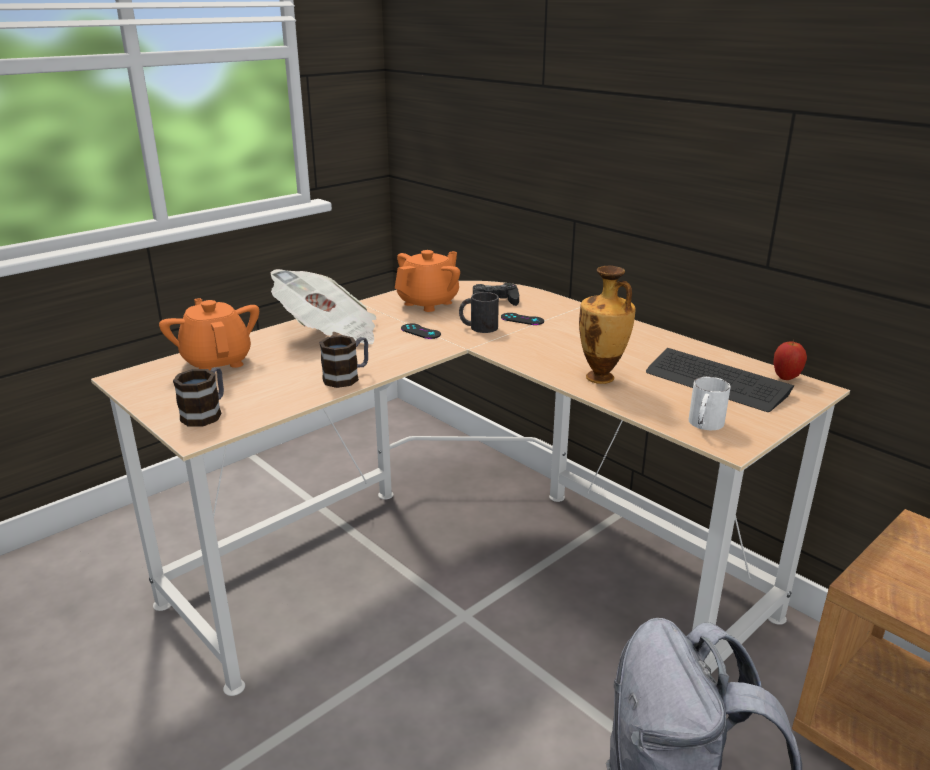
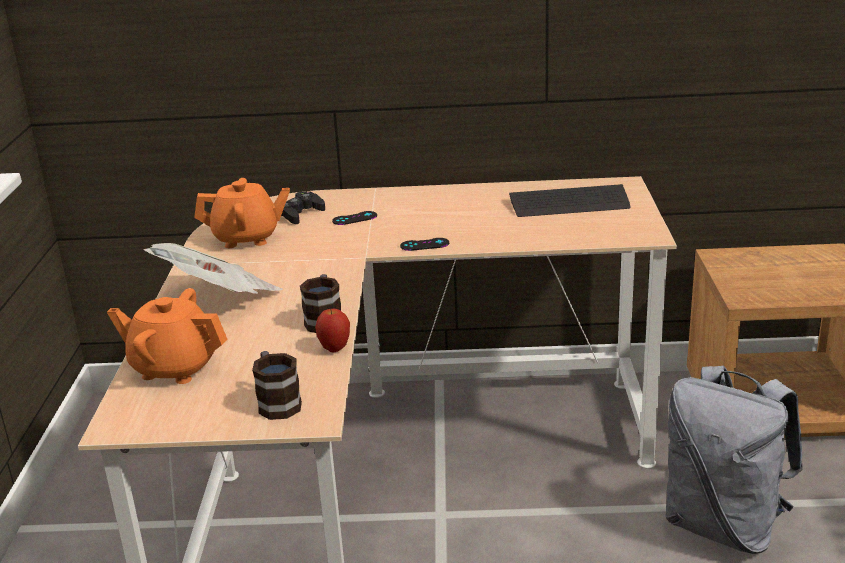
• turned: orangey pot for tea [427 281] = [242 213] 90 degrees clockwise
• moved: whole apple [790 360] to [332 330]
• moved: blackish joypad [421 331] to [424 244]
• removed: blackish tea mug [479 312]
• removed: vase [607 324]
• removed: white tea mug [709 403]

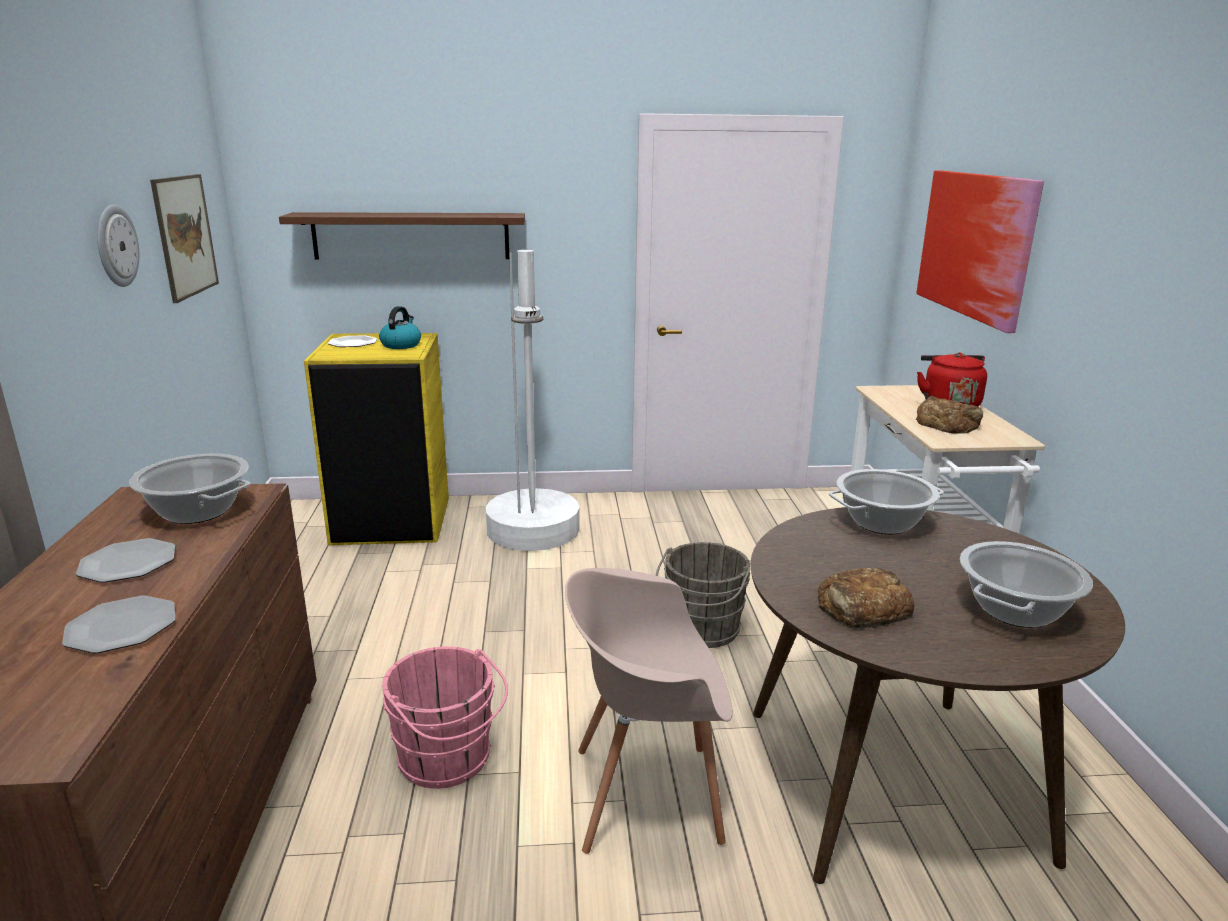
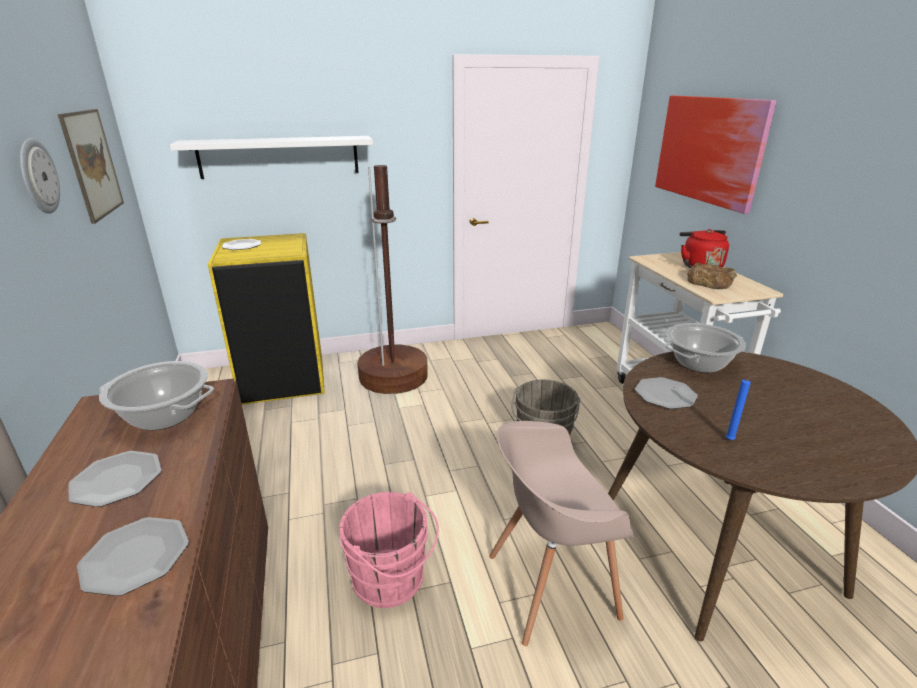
• recoloured: brown-coloured wall shelf [402 236] to white wall shelf [271 157]
• recoloured: white standing lamp [533 400] to brown-coloured standing lamp [392 279]
• added: dinner plate [666 393]
• replaced: bread [866 598] to blue-coloured wax light [741 408]
• removed: tea kettle [400 327]
• removed: saucepot [1026 584]

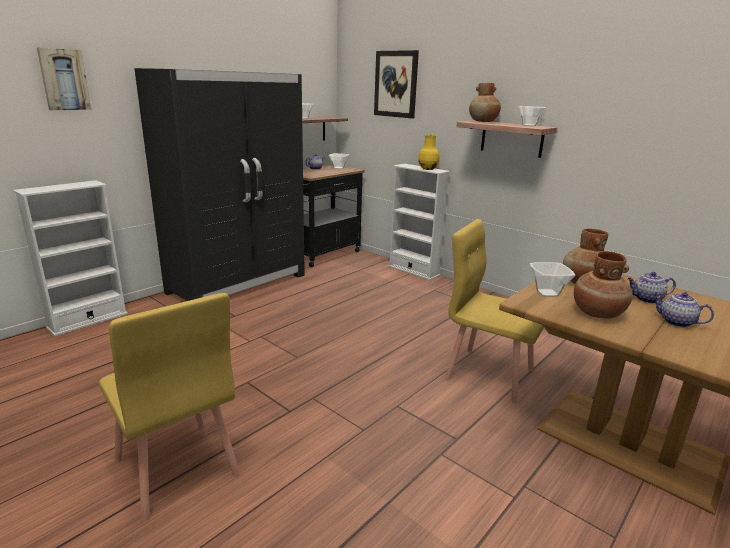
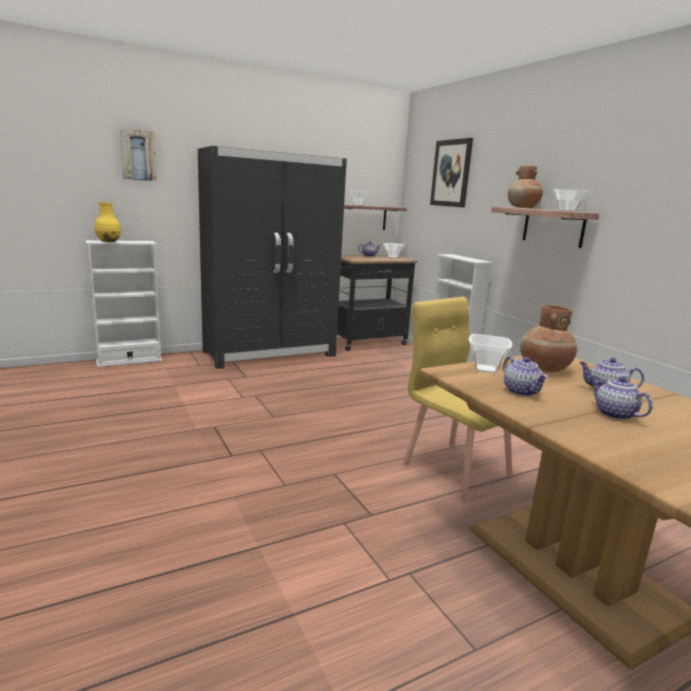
• moved: yellow vase [428 152] to [108 222]
• replaced: brown-coloured vase [603 285] to pot for tea [525 376]
• removed: yellow plain chair [169 407]

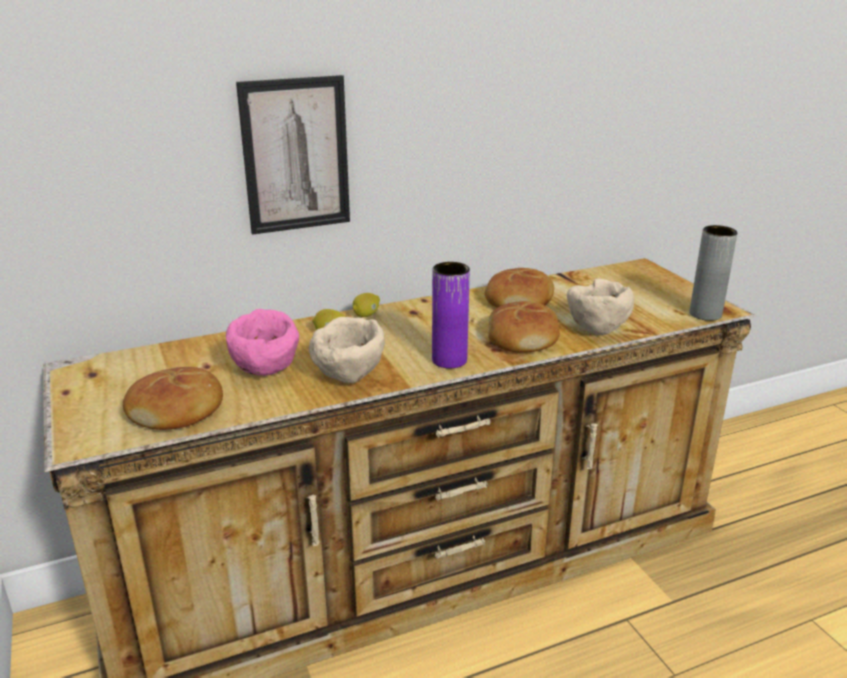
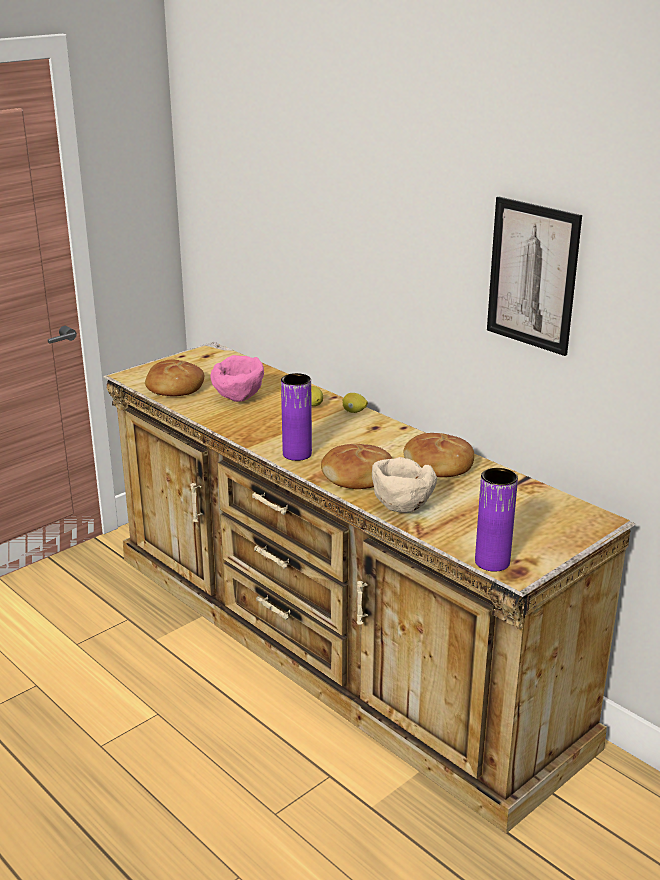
• recoloured: gray vase [713 273] to purplish vase [496 520]
• moved: wall art [293 155] to [534 276]
• removed: beige serving bowl [347 350]

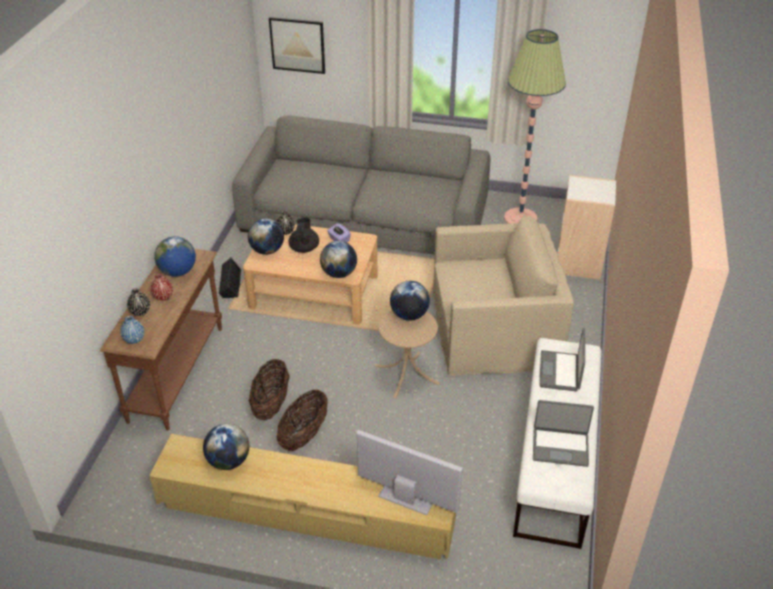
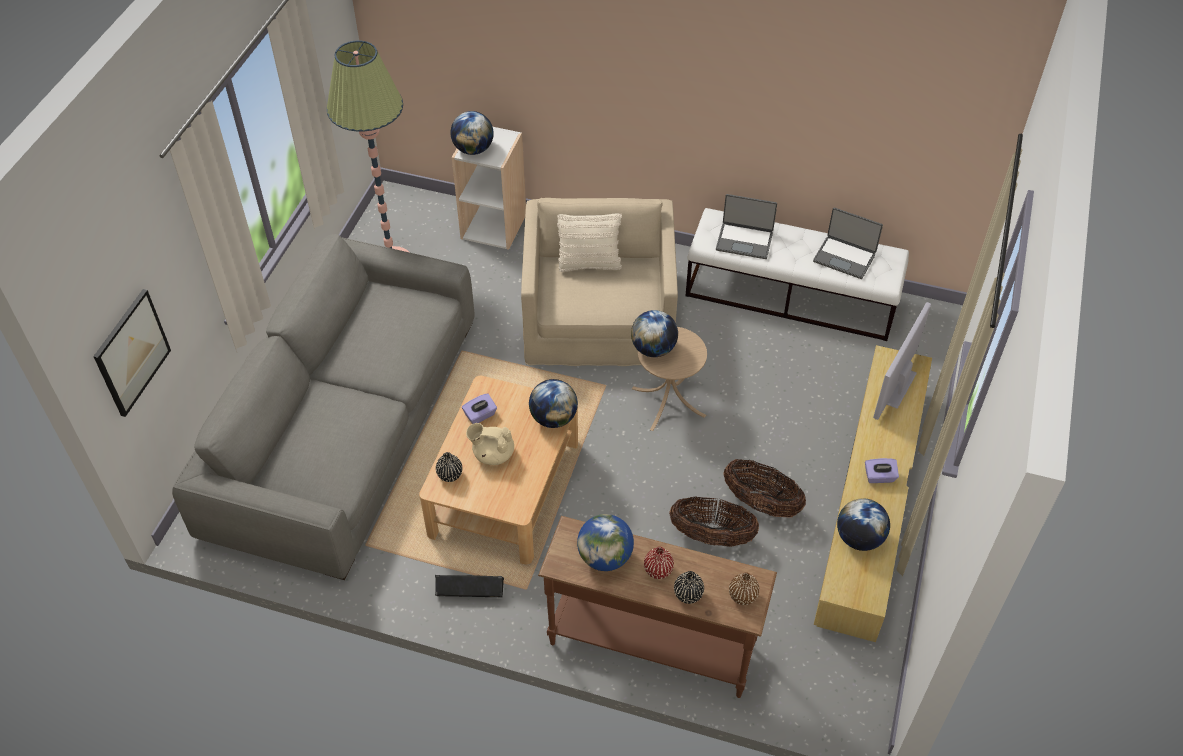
• moved: desk globe [266 237] to [472 133]
• recoloured: blackish pot for tea [304 235] to beige pot for tea [490 444]
• added: beige pillow [589 243]
• recoloured: blue-coloured vase [132 330] to brown-coloured vase [744 588]
• turned: laptop [563 433] = [848 243] 105 degrees clockwise
• added: purplish tissue box [882 470]

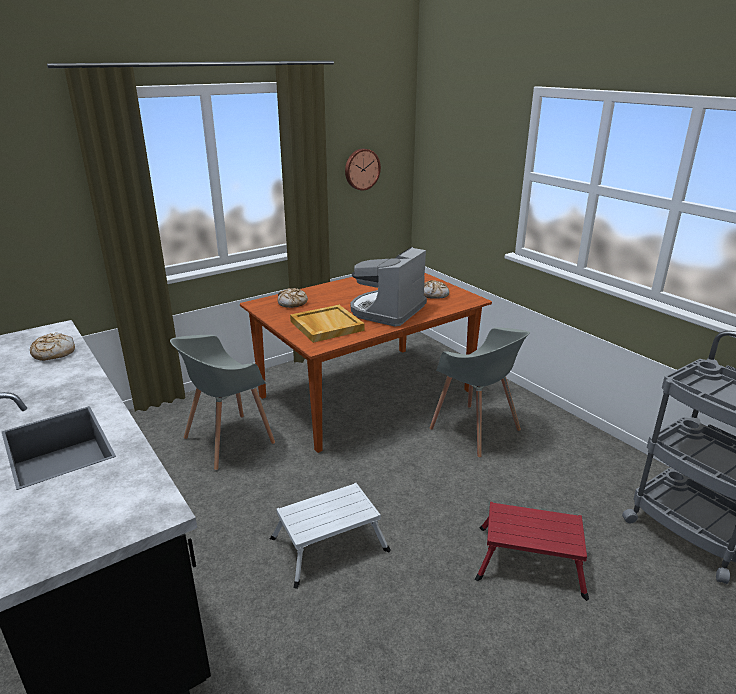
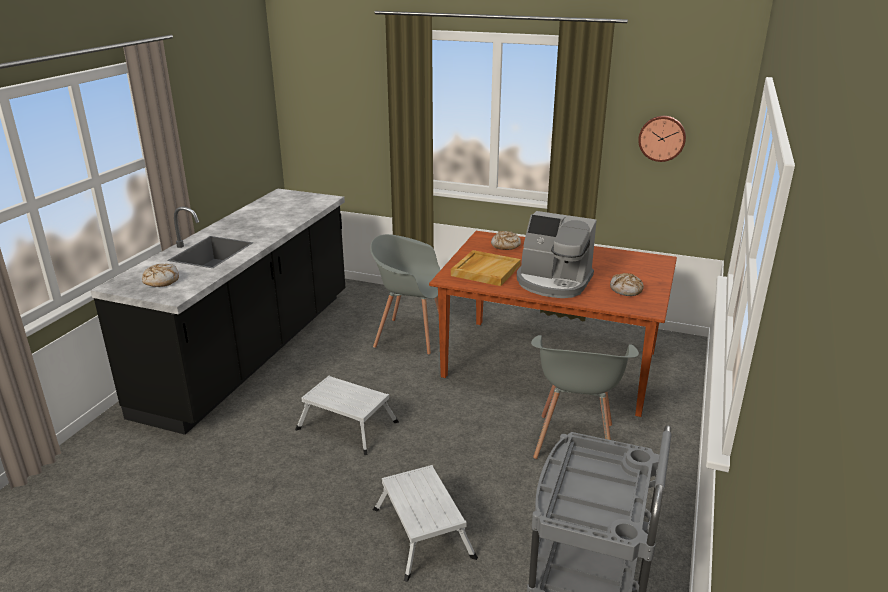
• moved: bread [52 346] to [160 275]
• recoloured: reddish step ladder [532 551] to white step ladder [425 523]
• turned: coffee machine [389 286] = [557 254] 150 degrees counterclockwise

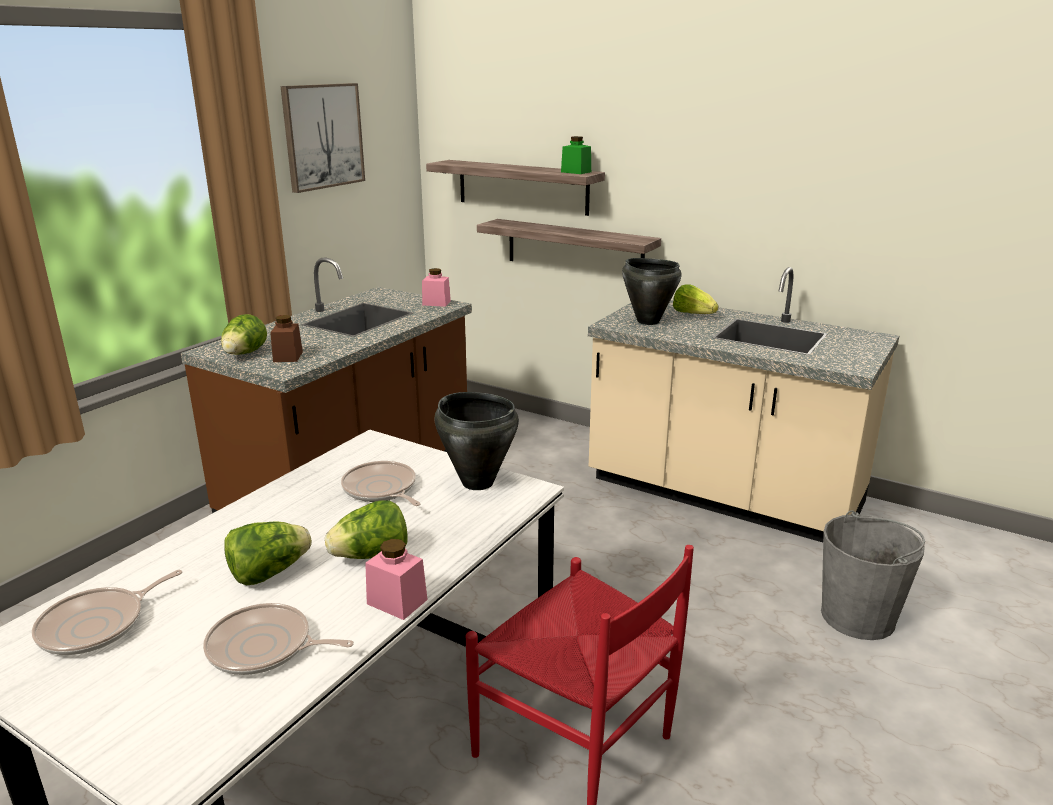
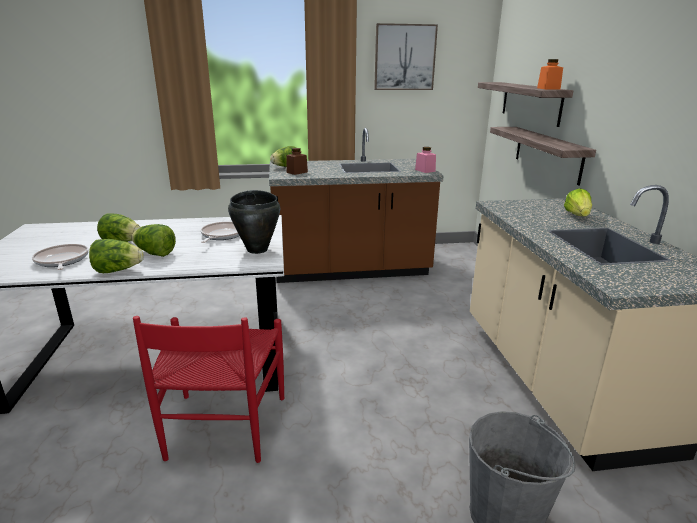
• replaced: pink storage jar [396 579] to head of lettuce [116 256]
• recoloured: greenish storage jar [576 155] to orangey storage jar [550 74]
• removed: skillet [107 612]
• removed: blackish saucepot [652 291]

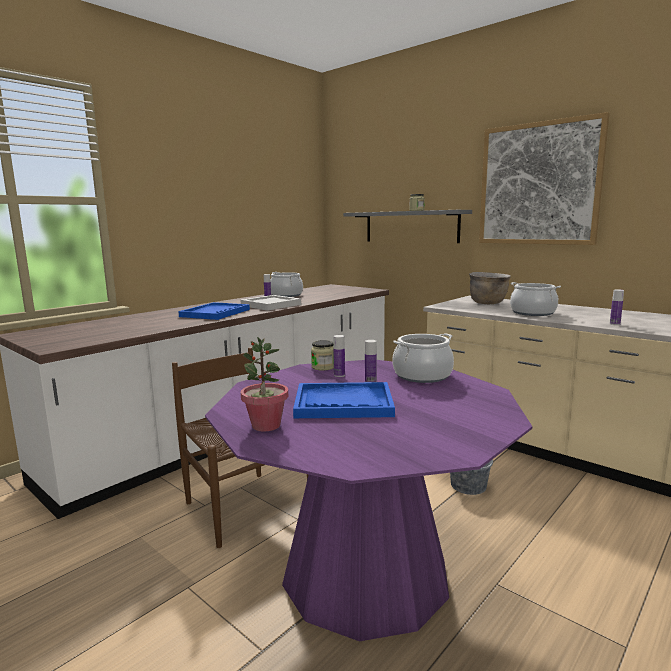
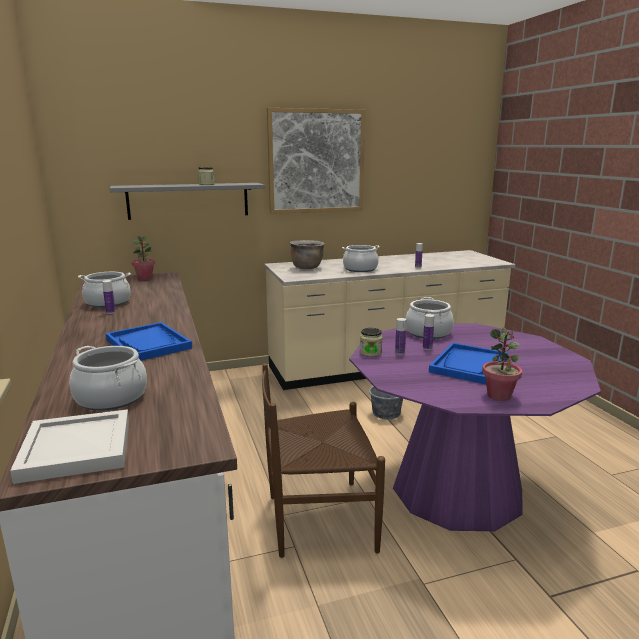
• moved: white carrying tray [271 303] to [69 446]
• added: saucepot [108 378]
• added: potted plant [143 258]

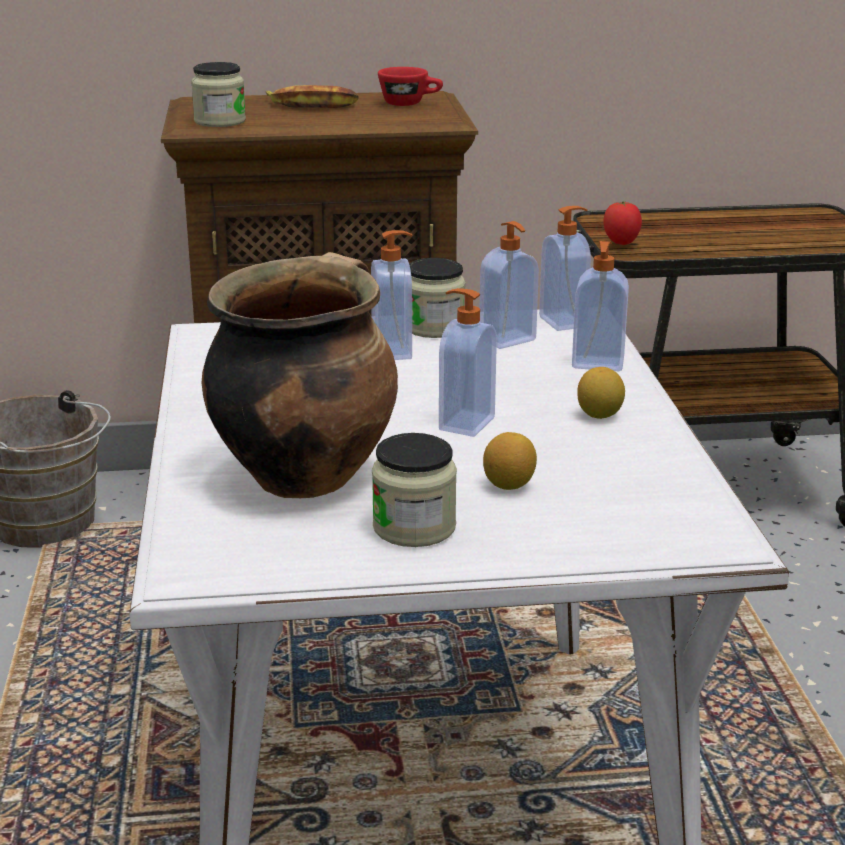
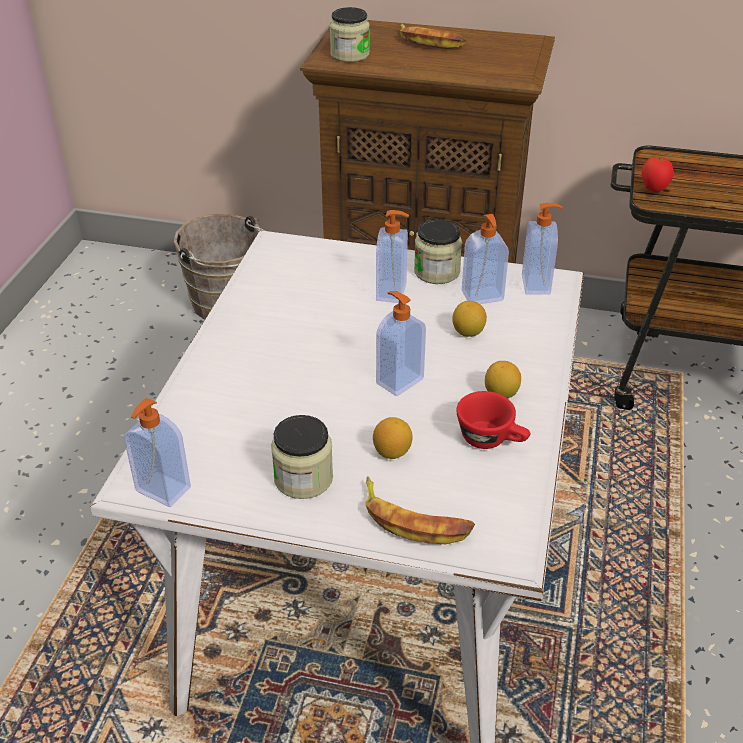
• moved: soap bottle [600 306] to [157 452]
• added: whole banana [420 510]
• added: citrus fruit [469 319]
• moved: reddish small cup [410 86] to [493 420]
• removed: saucepot [300 375]

